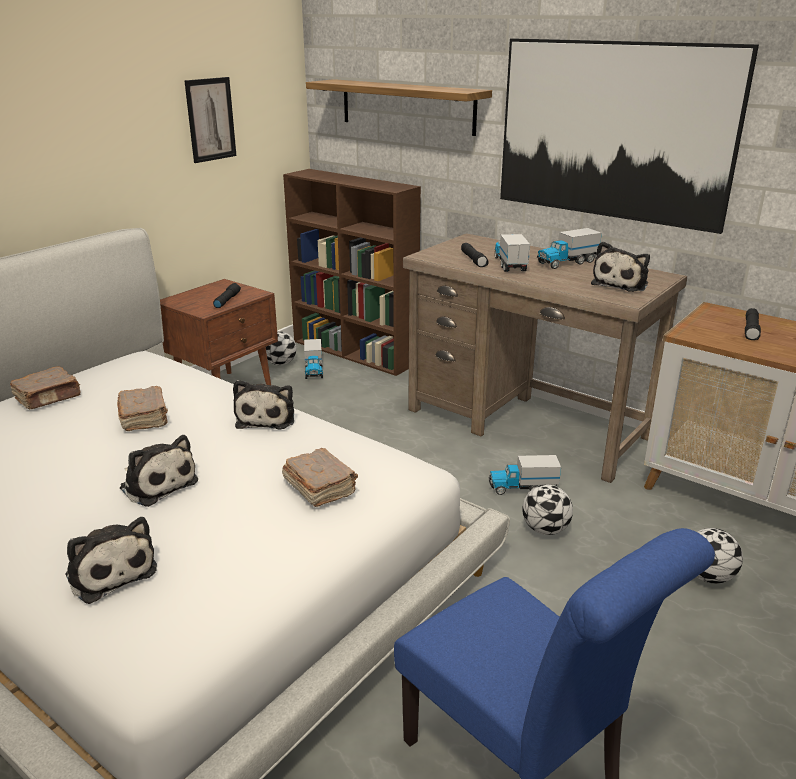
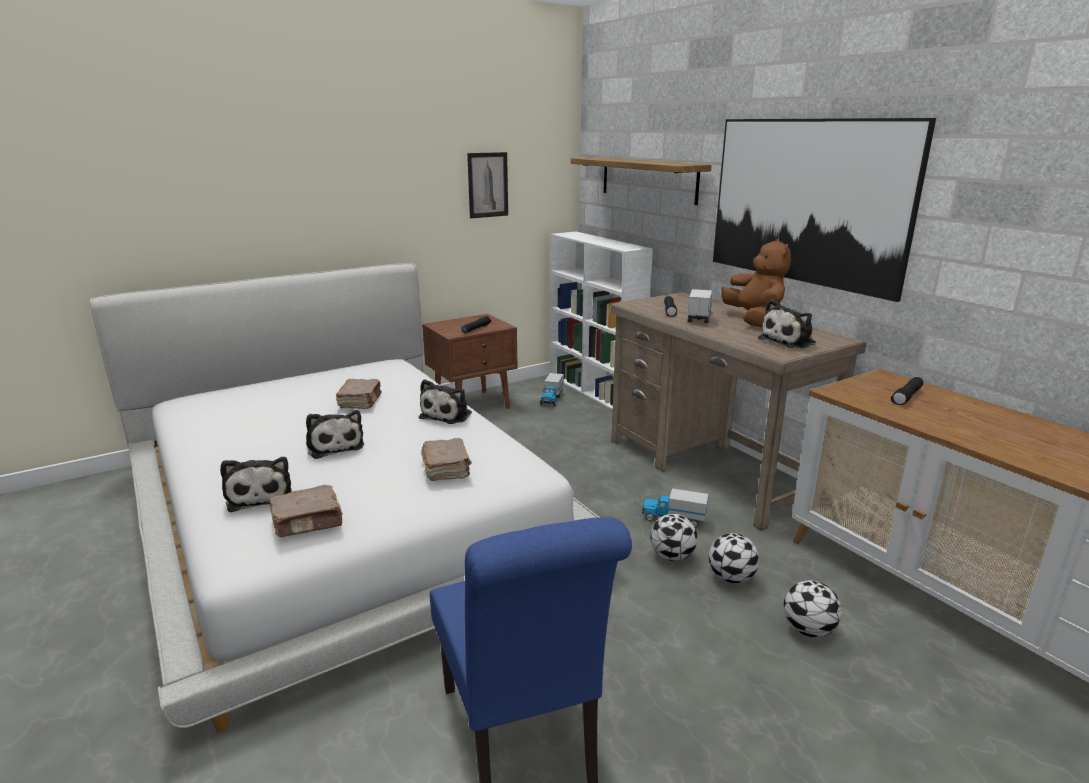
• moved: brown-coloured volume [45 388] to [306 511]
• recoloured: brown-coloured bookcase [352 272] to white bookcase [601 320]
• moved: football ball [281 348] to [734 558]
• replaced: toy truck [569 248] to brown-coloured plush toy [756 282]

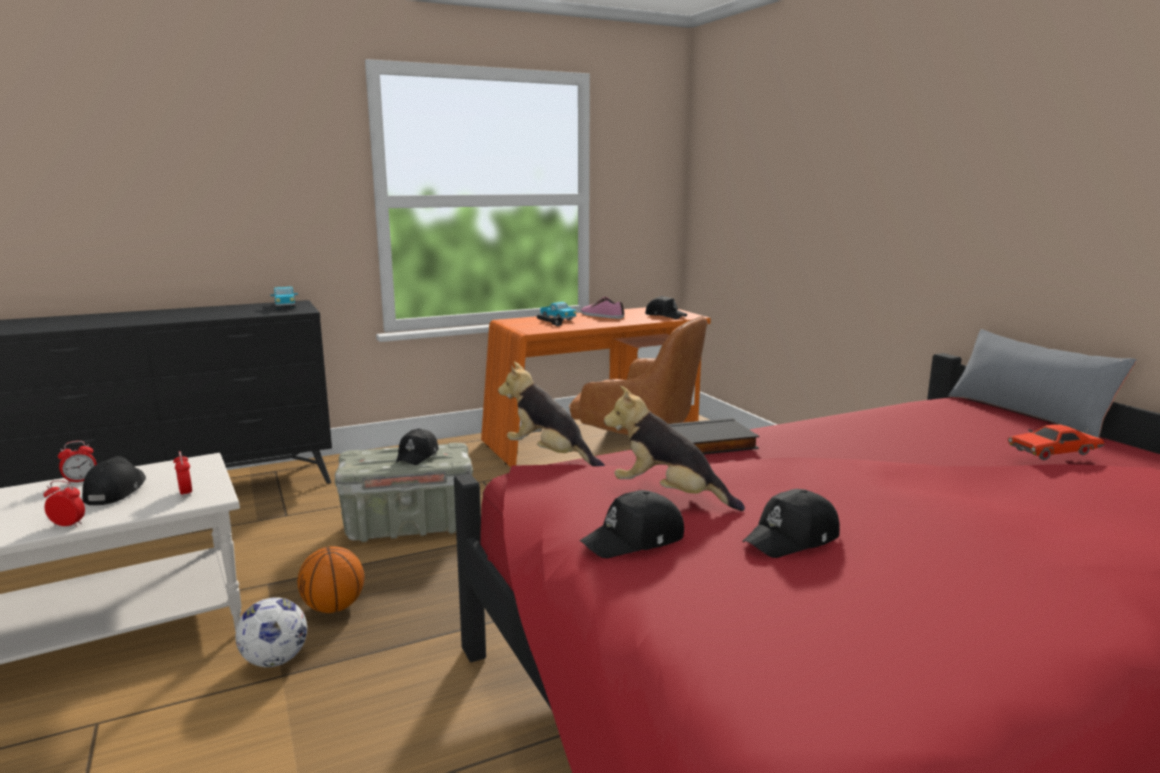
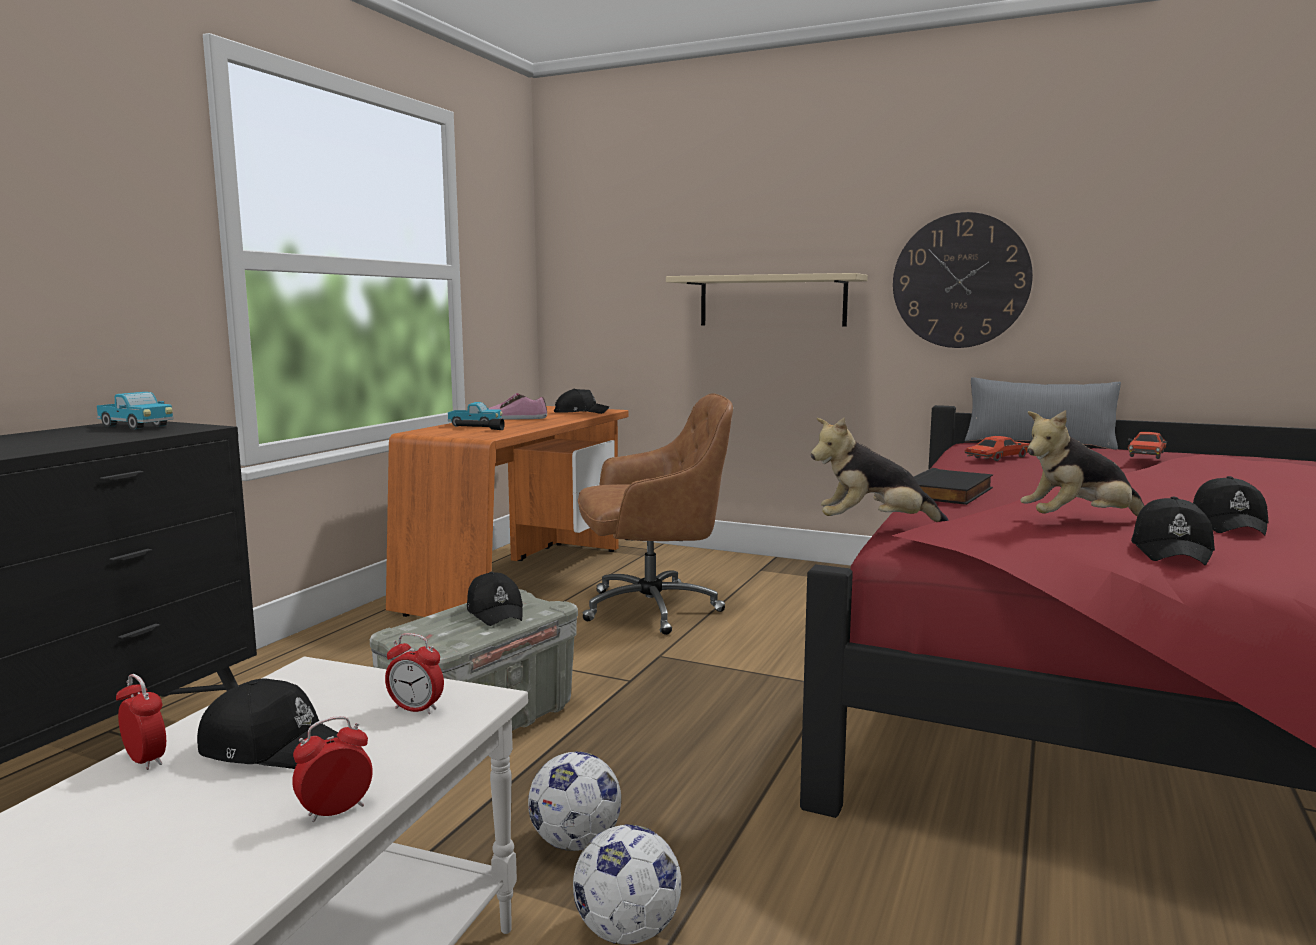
• turned: alarm clock [77 462] = [141 722] 60 degrees counterclockwise
• turned: blackish baseball cap [114 480] = [267 724] 150 degrees clockwise
• replaced: basketball [330 579] to football ball [574 801]
• added: beige wall shelf [767 300]
• added: clock on the wall [963 280]
• added: reddish model car [997 448]

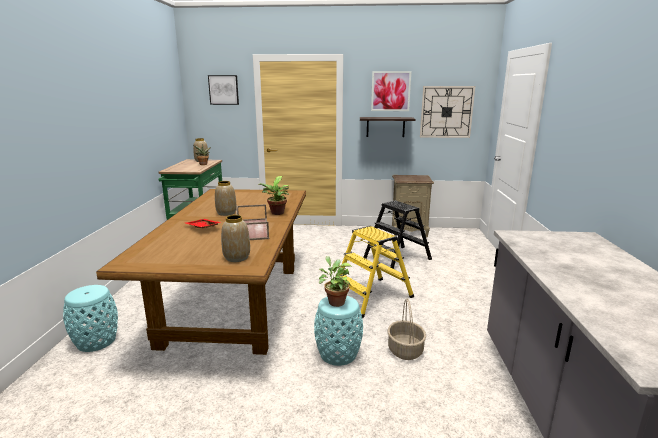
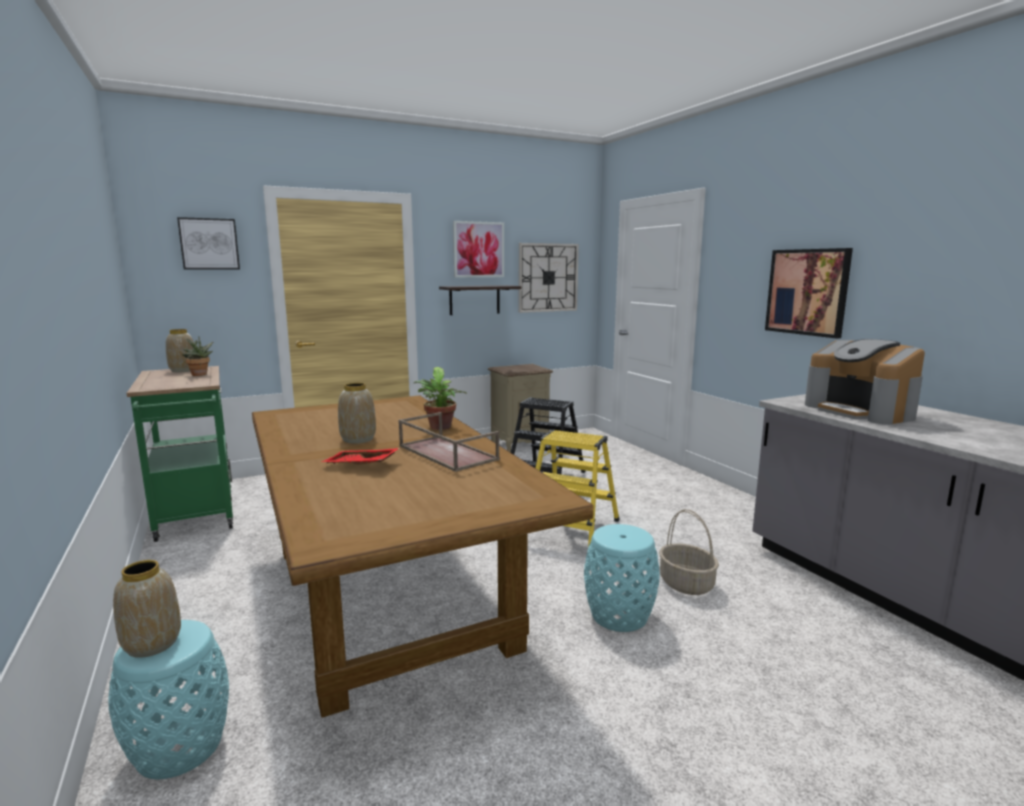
• moved: vase [235 238] to [147 609]
• added: wall art [809 293]
• added: coffee machine [865 382]
• removed: potted plant [335 281]

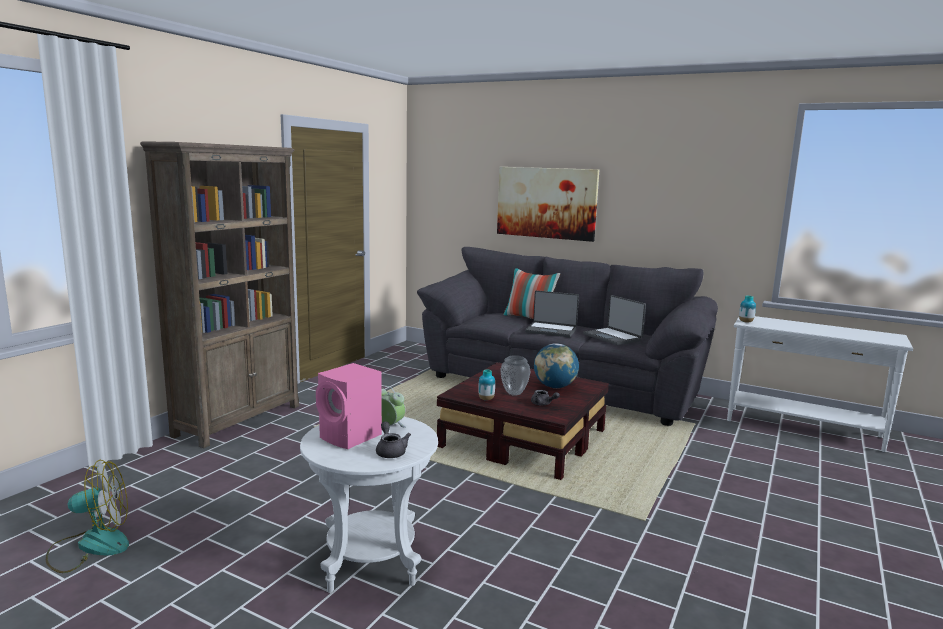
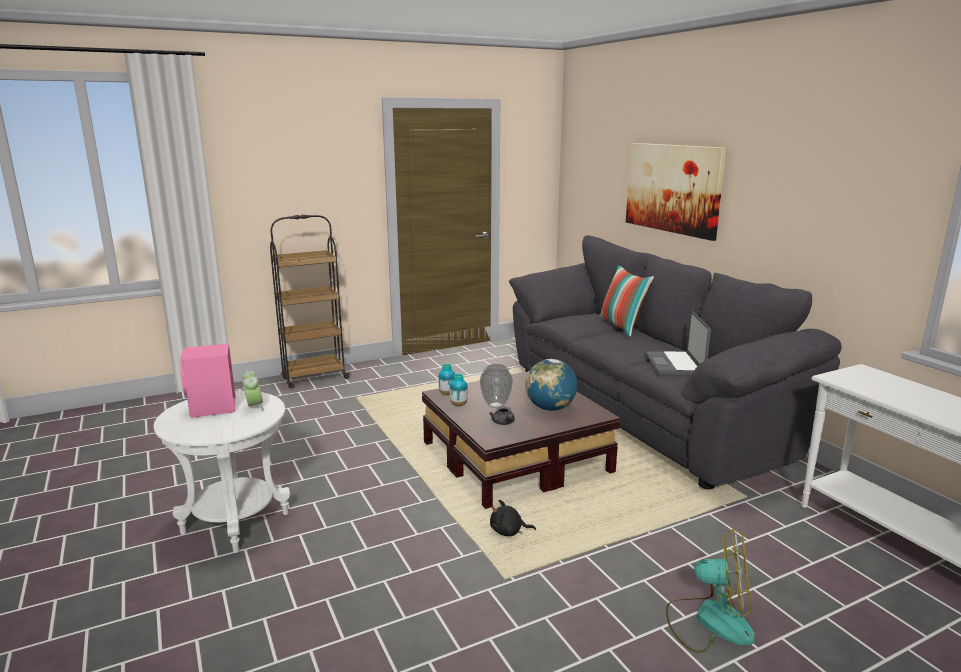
• replaced: brown-coloured bookcase [219 294] to brown-coloured trolley [311 302]
• moved: vase [747 309] to [446 379]
• added: blackish plush toy [513 518]
• moved: fan [87 516] to [710 590]
• removed: gray pot for tea [393 439]
• removed: laptop [552 313]

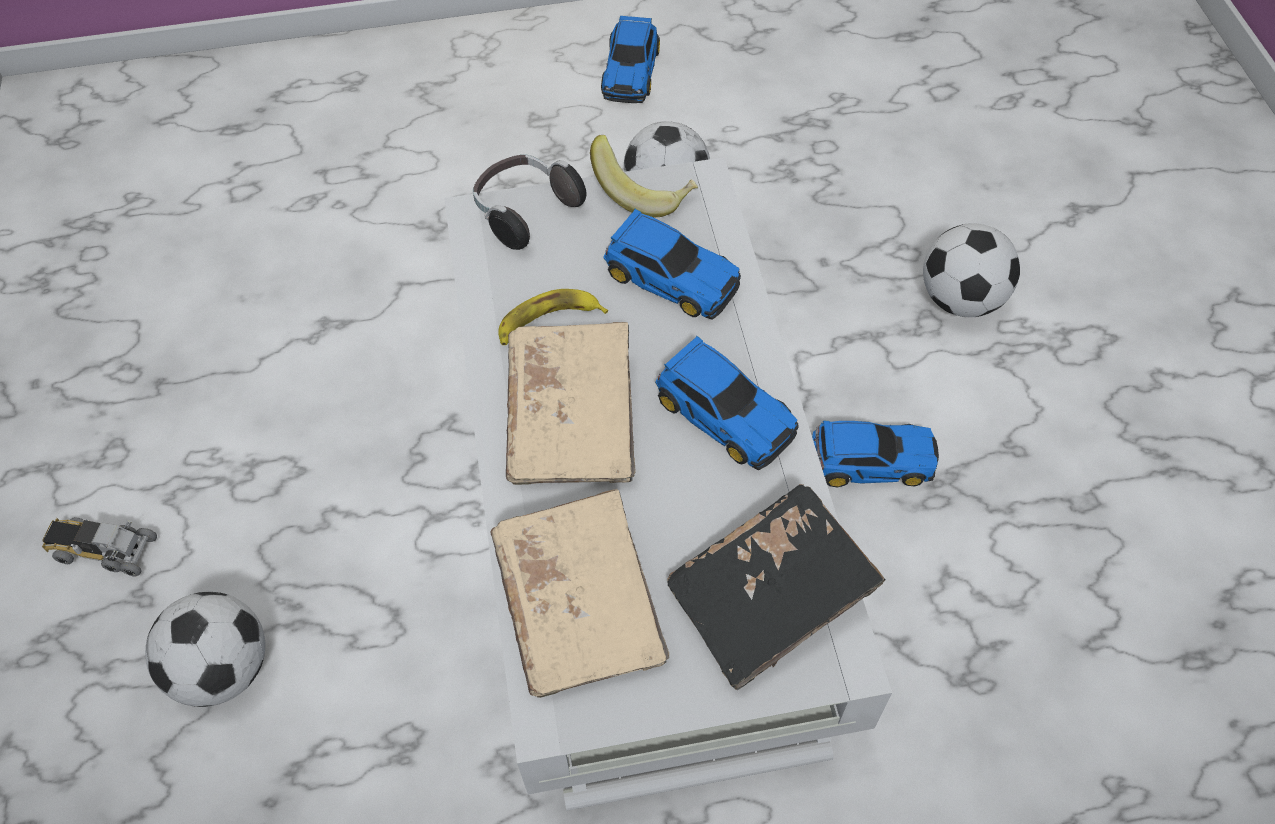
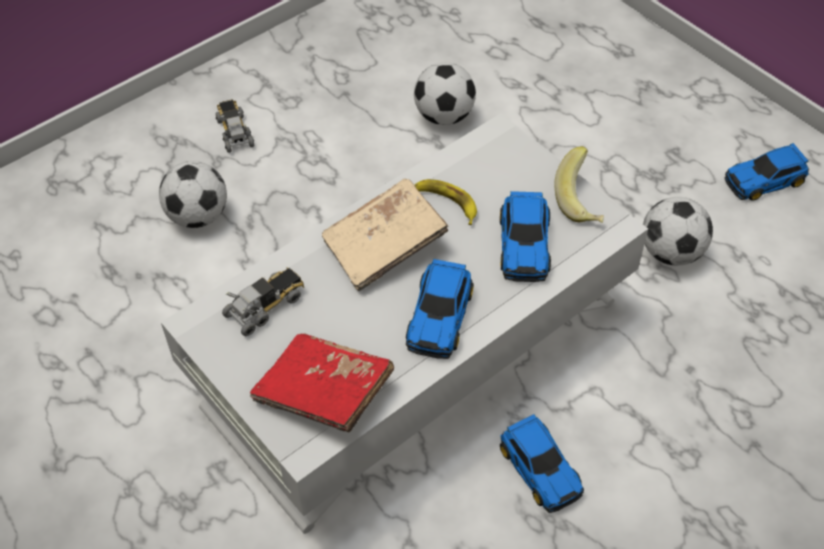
• replaced: beige volume [579 593] to toy truck [263 301]
• recoloured: blackish volume [776 587] to reddish volume [322 383]
• moved: football ball [971 270] to [445 94]
• removed: headphones [530 202]

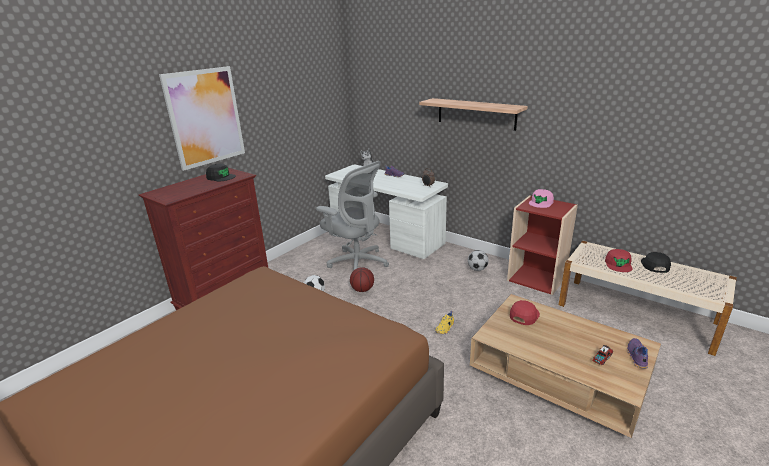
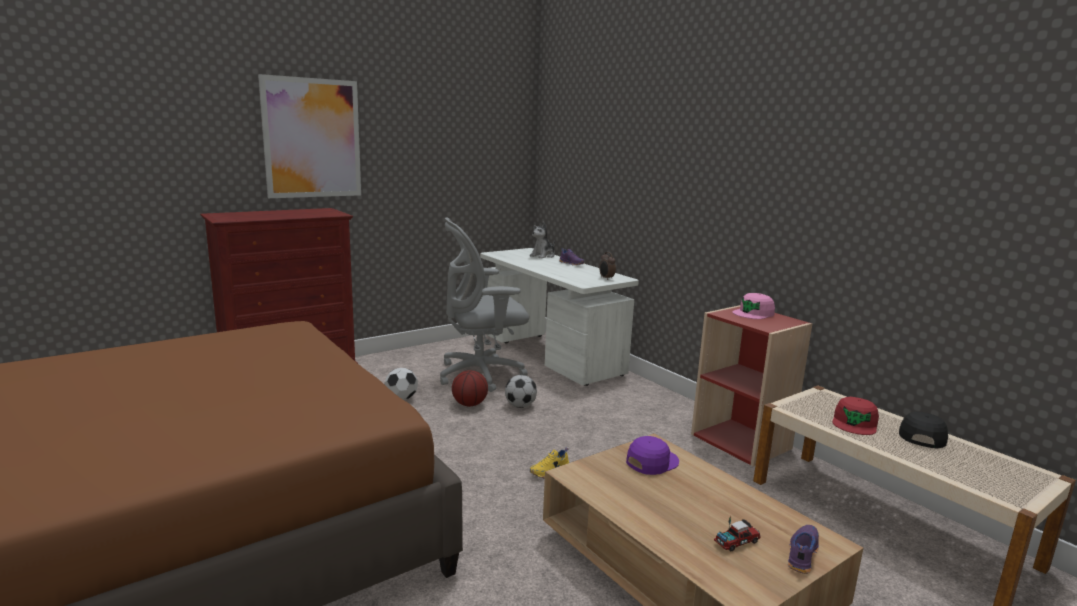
• turned: gray desk chair [352 216] = [484 304] 105 degrees clockwise
• moved: football ball [478 260] to [521 391]
• recoloured: reddish baseball cap [525 312] to purplish baseball cap [652 455]
• removed: blackish baseball cap [221 172]
• removed: wall shelf [473 114]

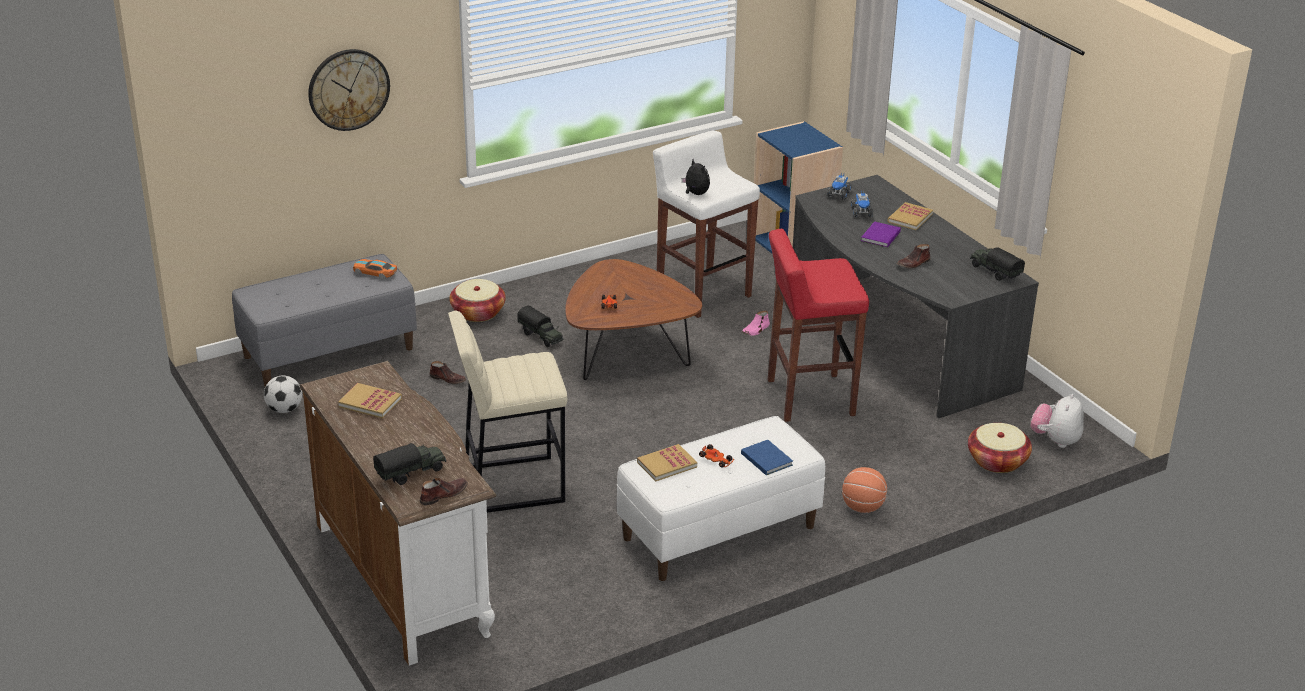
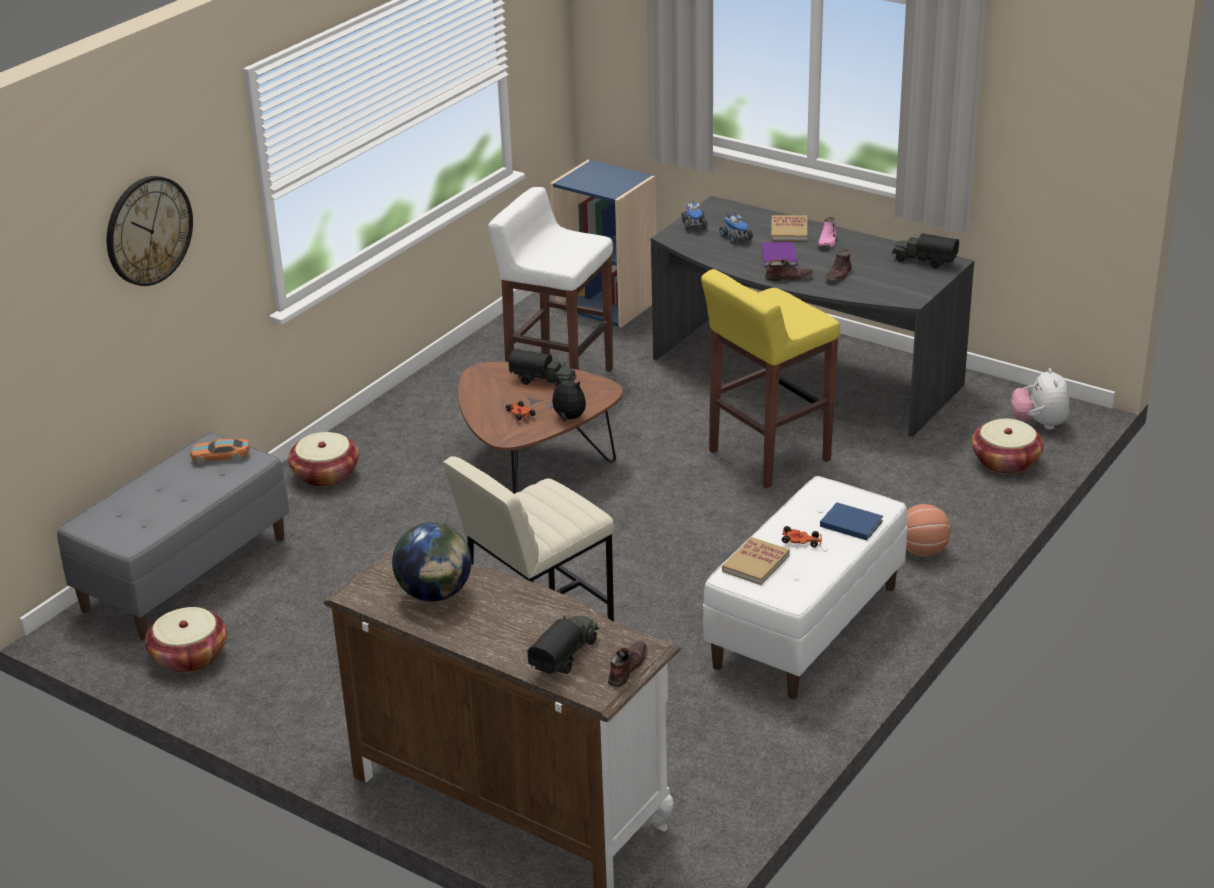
• replaced: football ball [283 394] to storage basket [186 640]
• replaced: volume [370 400] to desk globe [432 561]
• moved: toy truck [540 326] to [542 367]
• moved: plush toy [696 177] to [566 398]
• recoloured: reddish sitting stool [818 325] to yellow sitting stool [770 379]
• moved: brown-coloured low shoe [447 372] to [789 270]
• moved: pink low shoe [756 323] to [827 232]

